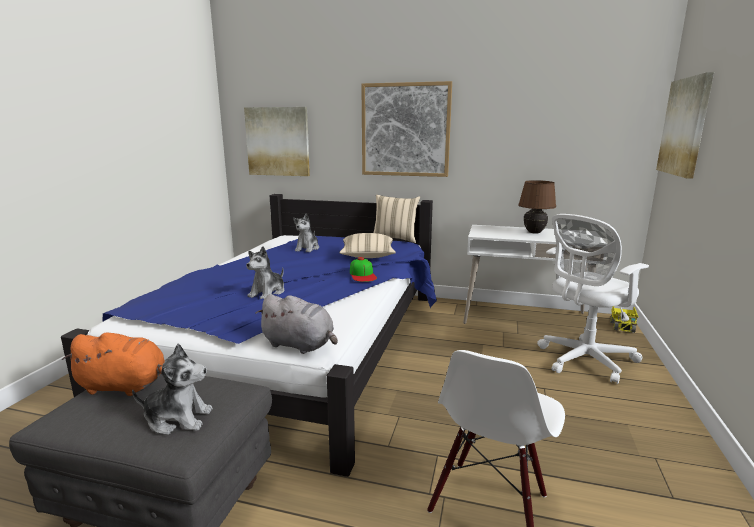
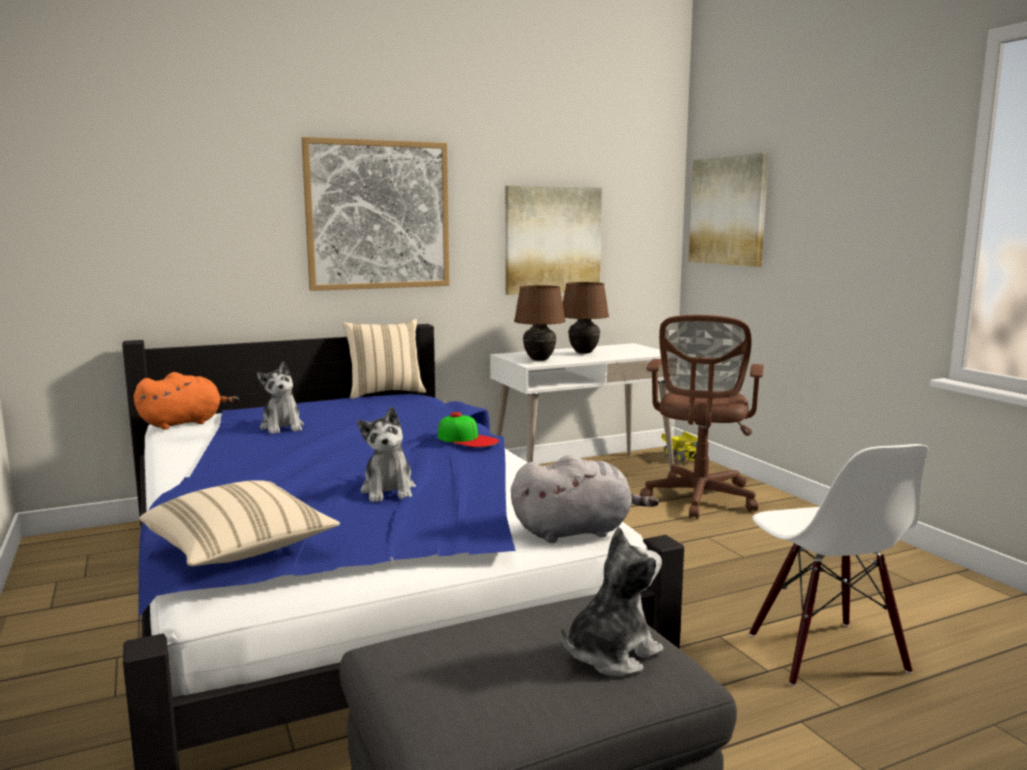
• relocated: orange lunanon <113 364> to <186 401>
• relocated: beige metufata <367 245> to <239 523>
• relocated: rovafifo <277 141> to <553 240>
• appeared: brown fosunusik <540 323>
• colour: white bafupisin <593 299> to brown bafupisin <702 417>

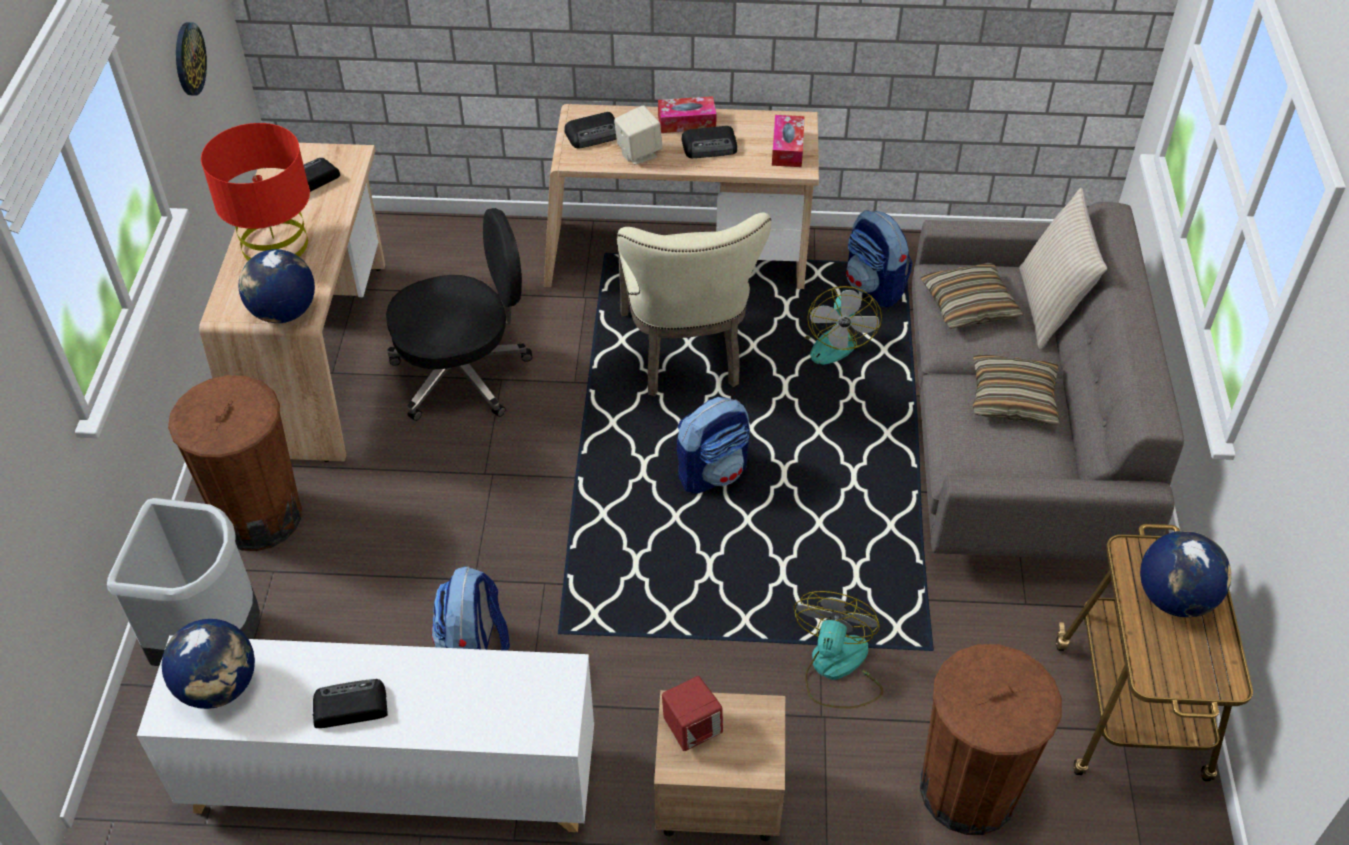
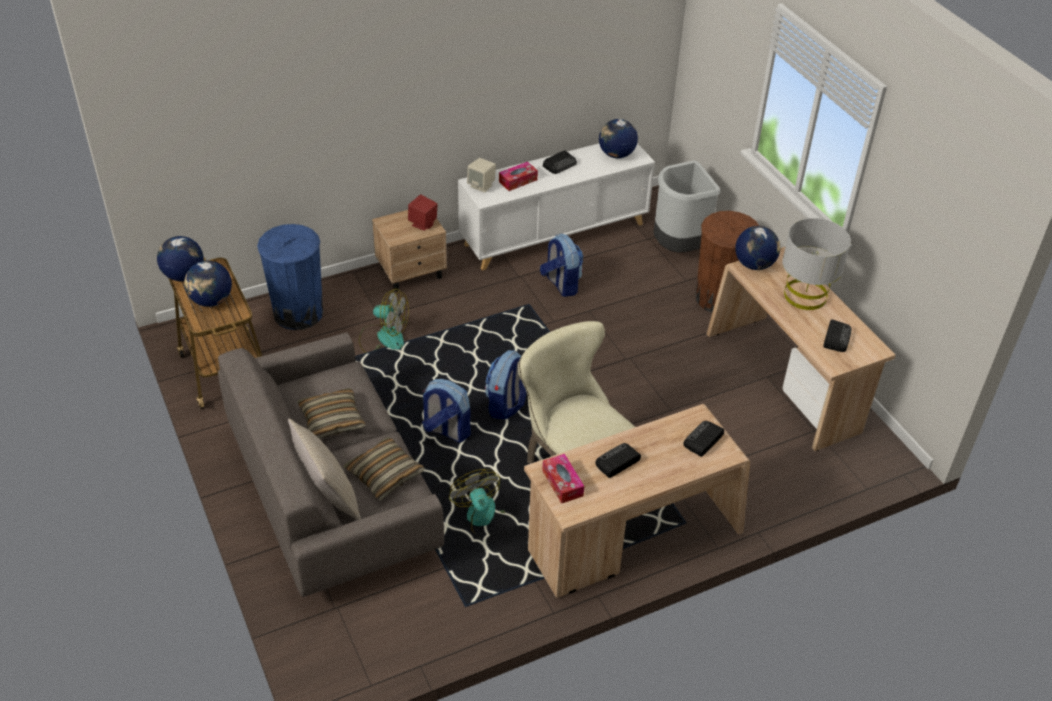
• appeared: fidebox <180 258>
• colour: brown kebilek <991 739> to blue kebilek <290 277>
• spun: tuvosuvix <838 650> = <384 321> 60 degrees counterclockwise
• relocated: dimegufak <879 258> to <446 411>
• relocated: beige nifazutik <638 135> to <481 175>
• relocated: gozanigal <687 114> to <518 176>
• colour: red fosunusik <255 192> to grey fosunusik <816 264>
• missing: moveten <191 58>
• missing: black bafupisin <459 314>

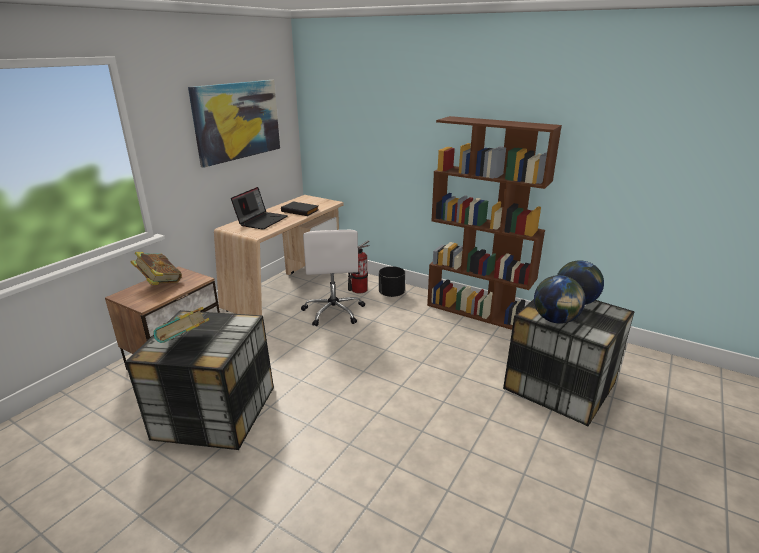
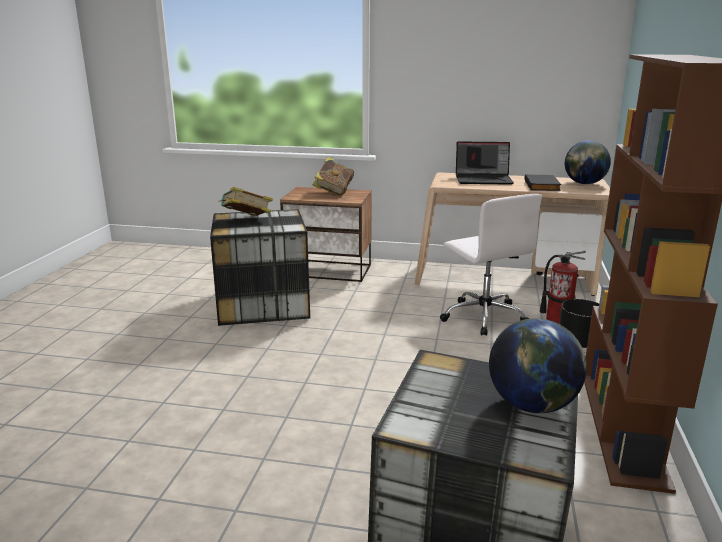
• spun: white bafupisin <333 278> = <491 265> 90 degrees counterclockwise
• relocated: fidebox <559 299> to <588 162>
• missing: rovafifo <234 124>

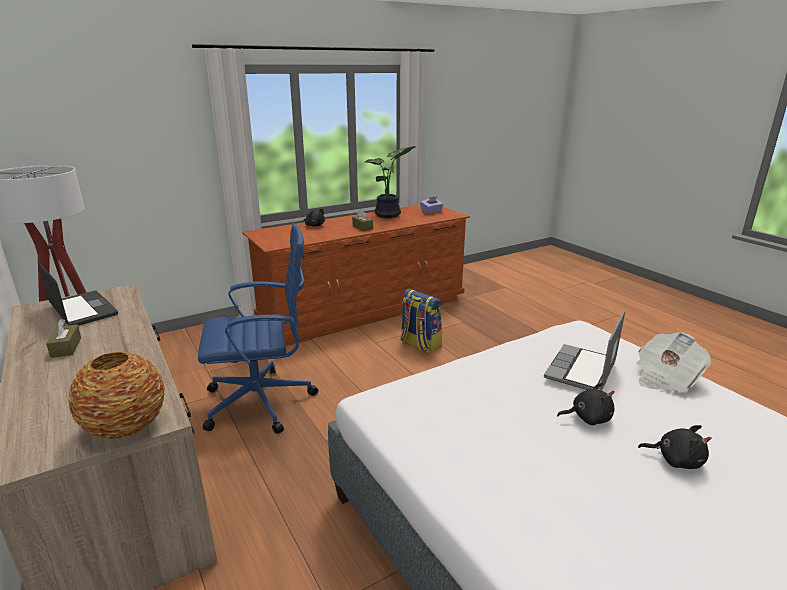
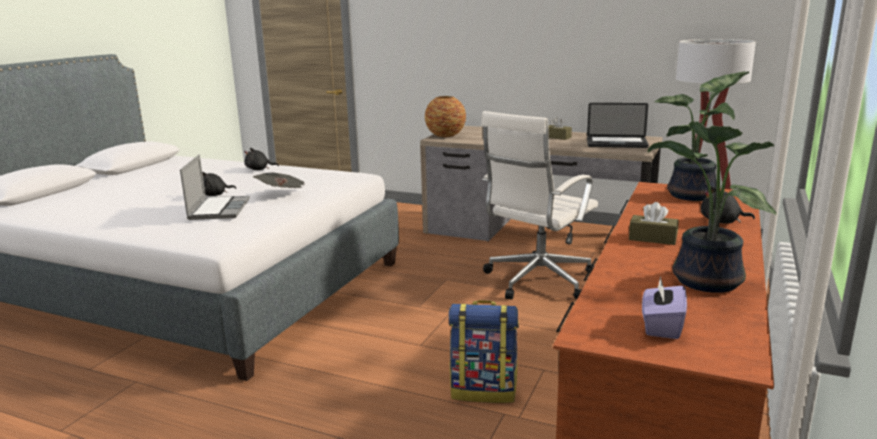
• relocated: black lunanon <675 447> to <261 159>
• relocated: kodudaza <674 362> to <279 180>
• colour: blue bafupisin <258 328> to white bafupisin <539 205>
• appeared: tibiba <701 136>

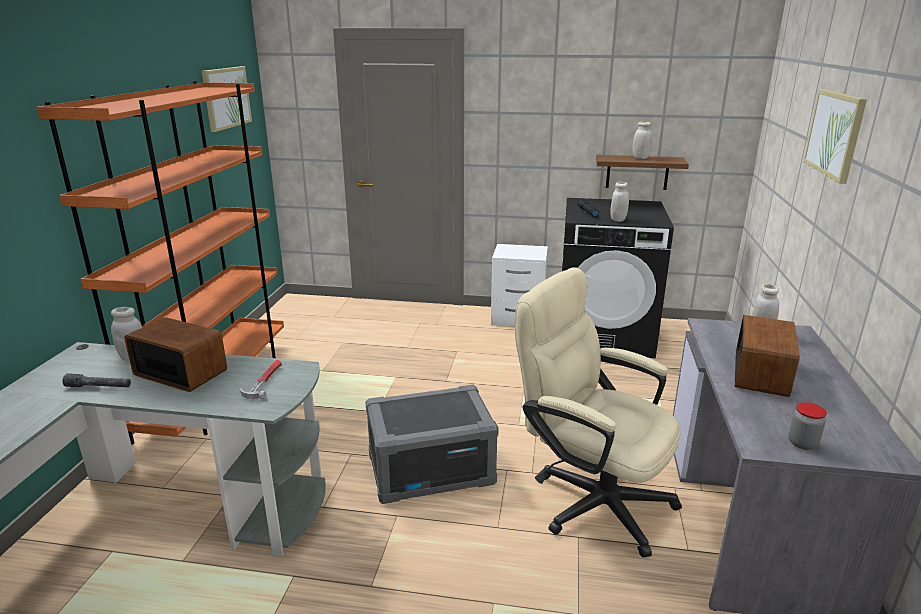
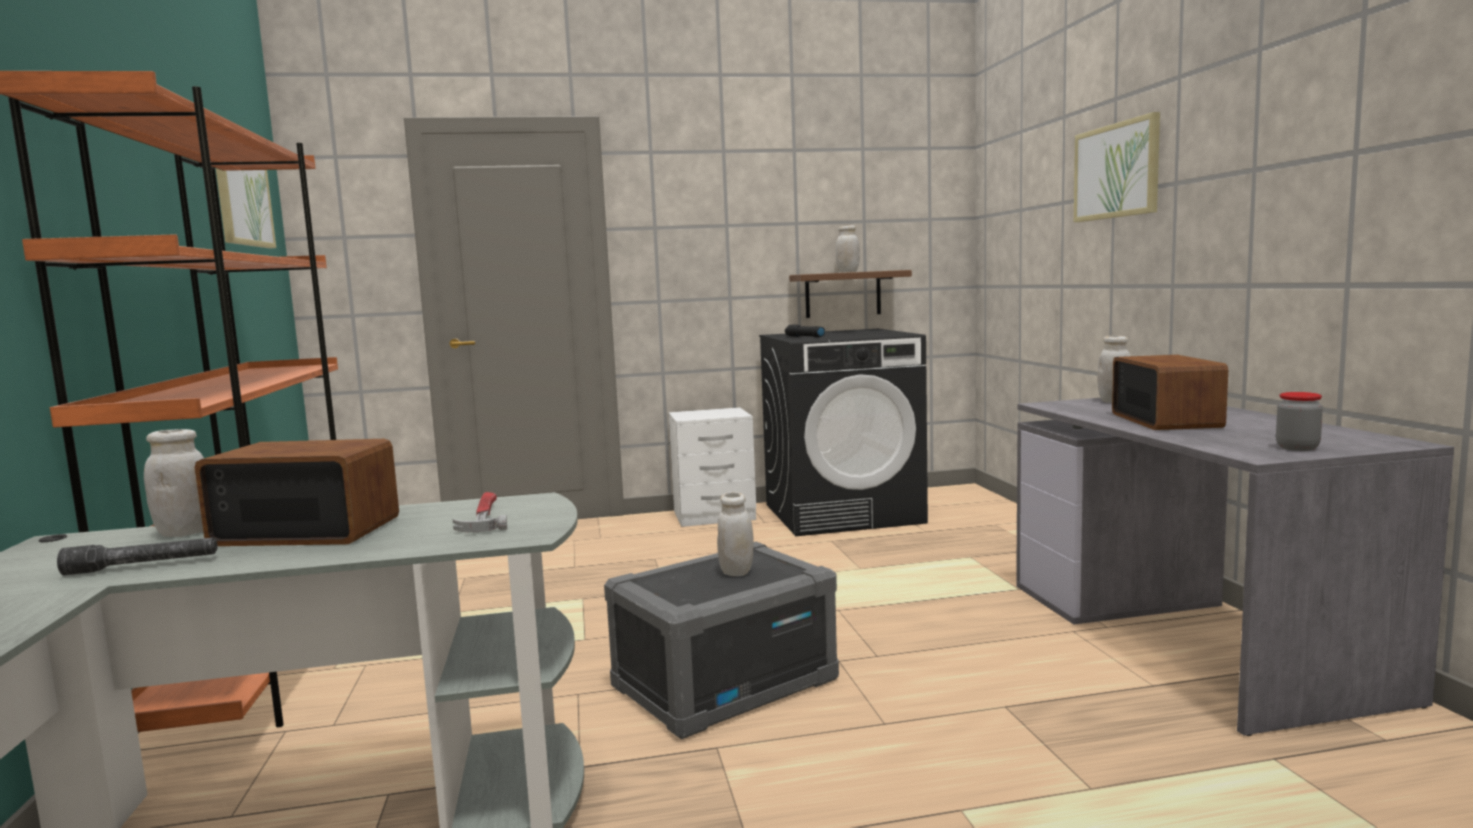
• relocated: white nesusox <620 202> to <735 534>
• missing: beige bafupisin <598 413>

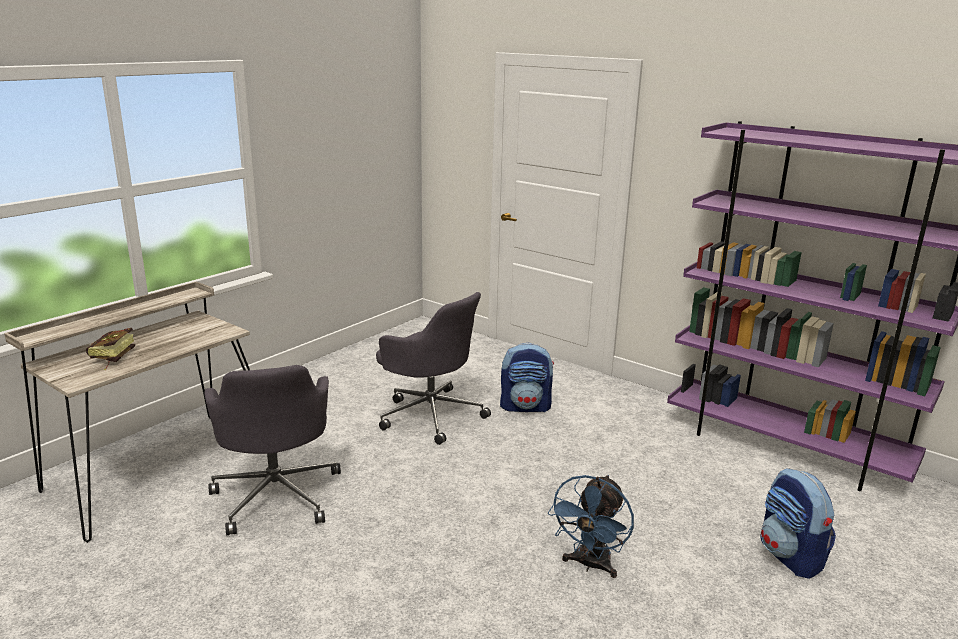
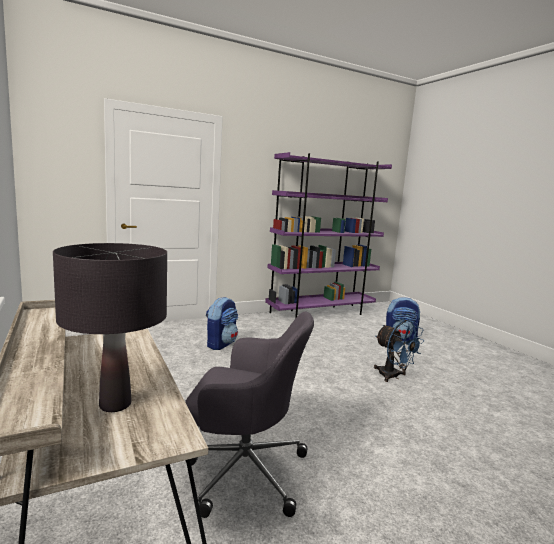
• exchanged: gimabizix <110 349> to black fosunusik <110 327>
• missing: grey bafupisin <433 368>

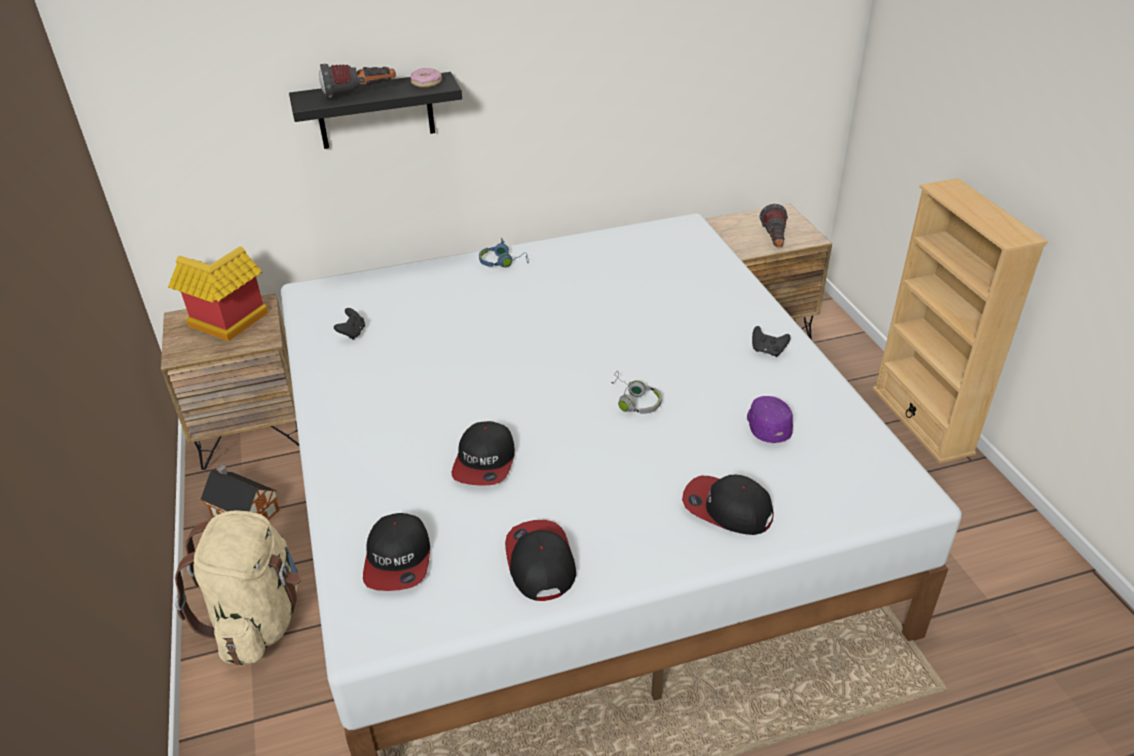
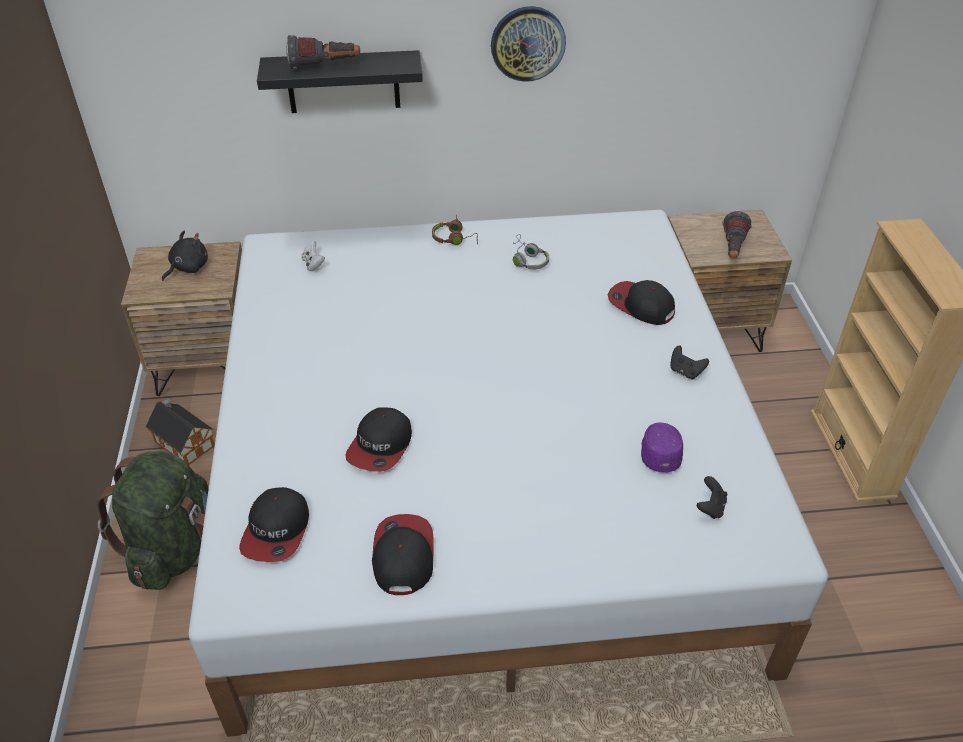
• colour: beige dimegufak <238 587> to green dimegufak <153 520>
• exchanged: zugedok <218 293> to black lunanon <185 256>
• appeared: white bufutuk <313 255>
• colour: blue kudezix <504 252> to brown kudezix <455 230>
• appeared: moveten <528 44>
• relocated: grey kudezix <636 392> to <530 252>
• relocated: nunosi <728 505> to <641 302>
• relocated: black bufutuk <349 324> to <712 497>
• missing: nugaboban <426 78>

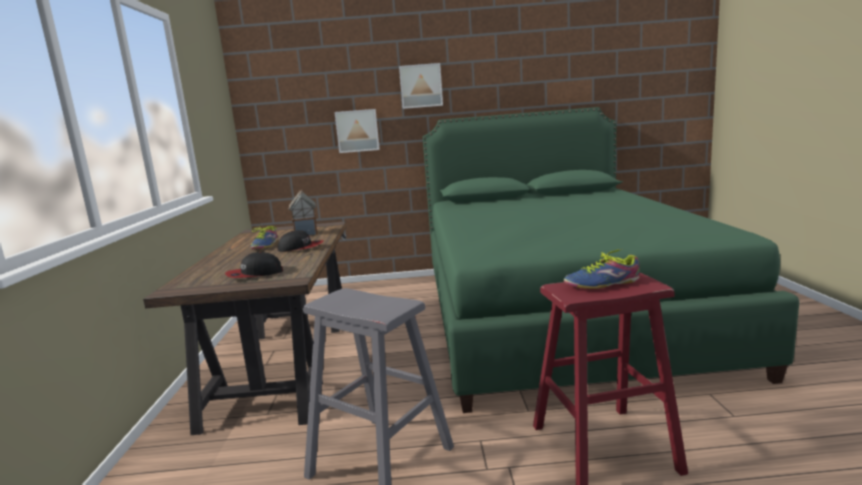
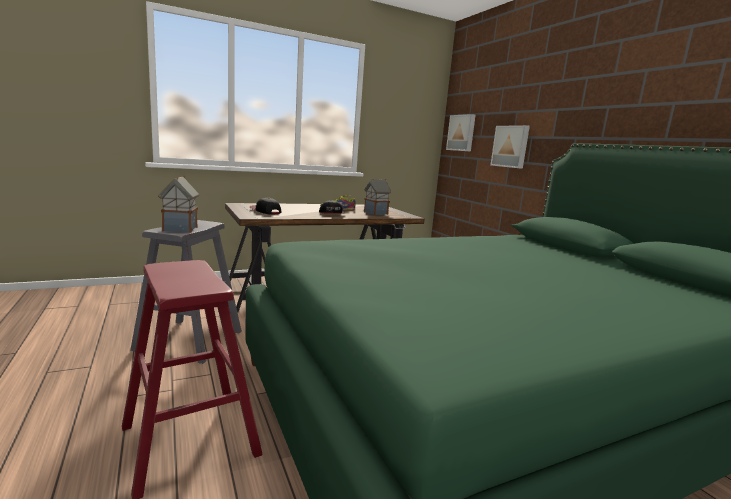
• appeared: zugedok <178 204>
• relocated: rovafifo <421 86> to <461 132>
• missing: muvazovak <602 269>

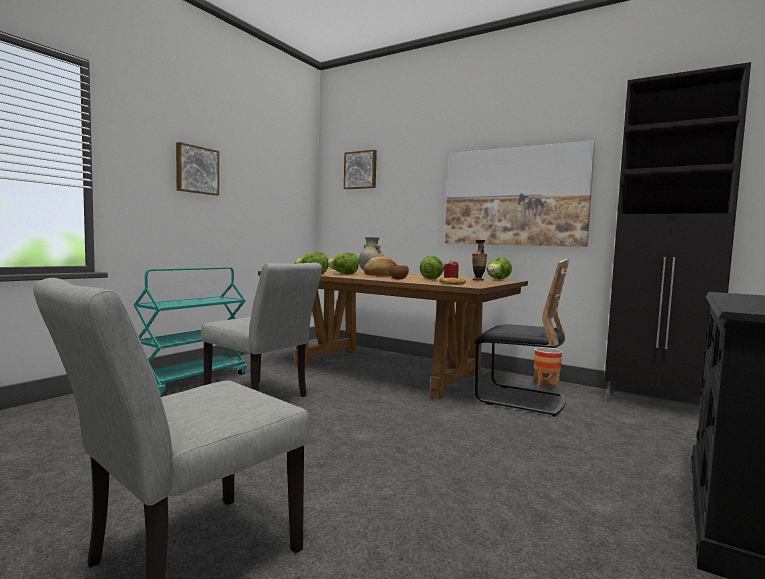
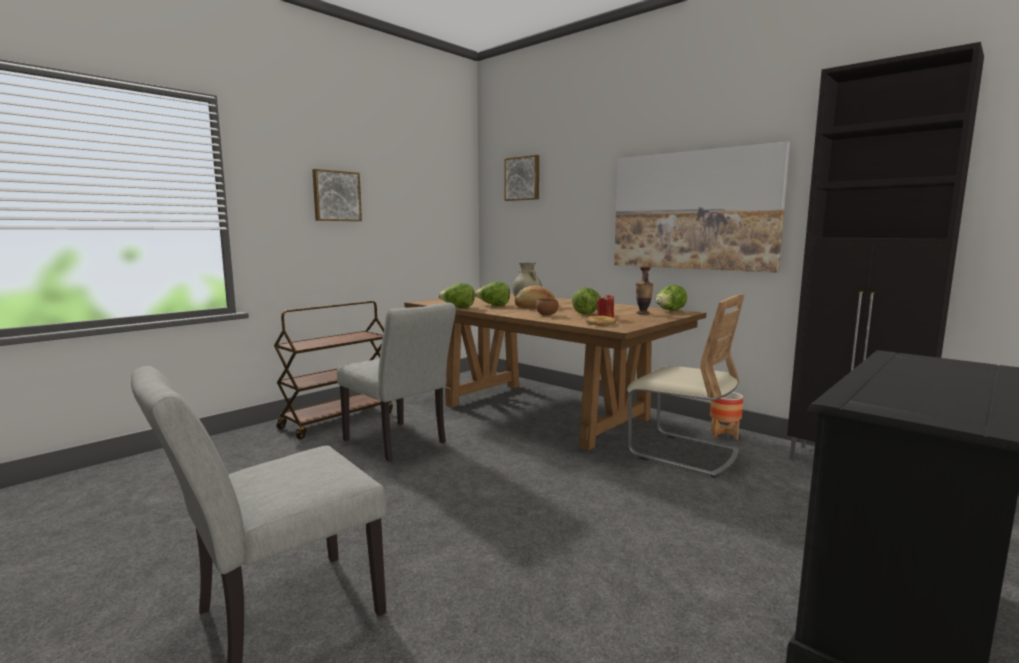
• colour: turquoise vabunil <190 332> to brown vabunil <333 370>
• colour: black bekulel <522 338> to beige bekulel <686 386>

